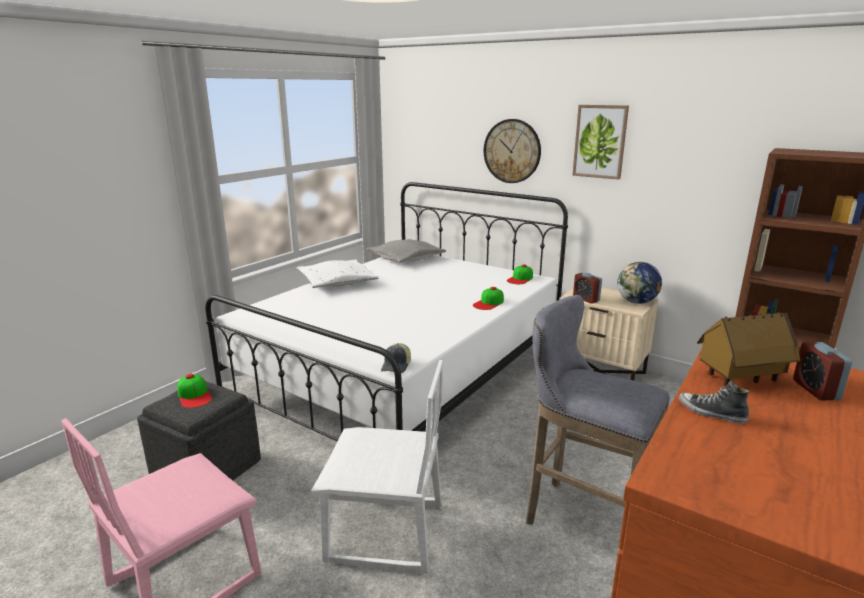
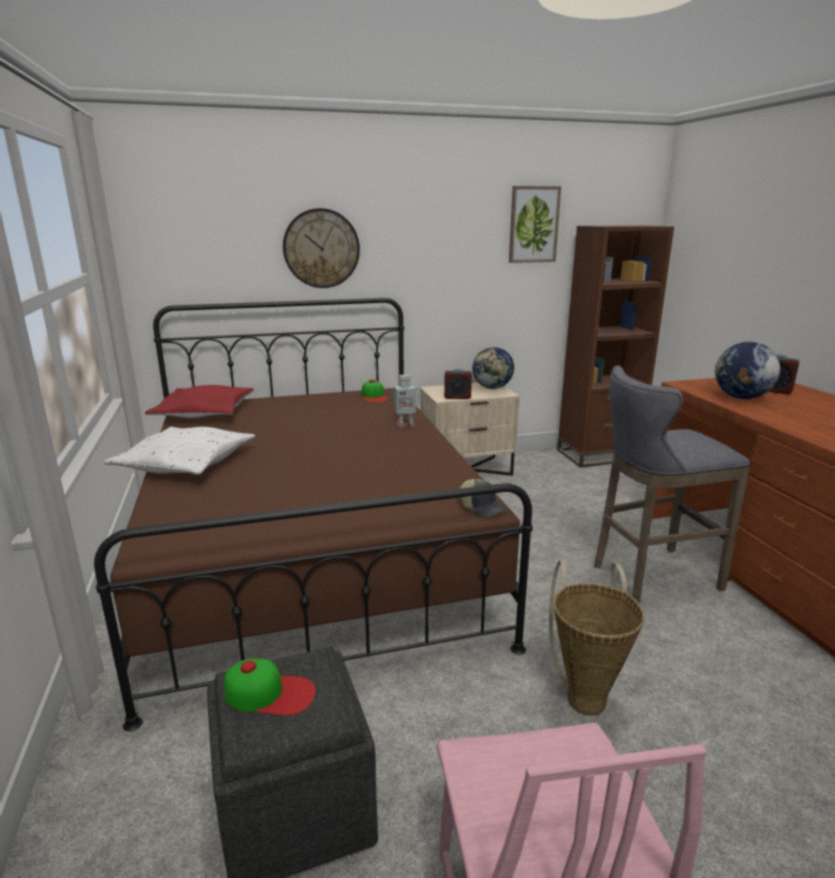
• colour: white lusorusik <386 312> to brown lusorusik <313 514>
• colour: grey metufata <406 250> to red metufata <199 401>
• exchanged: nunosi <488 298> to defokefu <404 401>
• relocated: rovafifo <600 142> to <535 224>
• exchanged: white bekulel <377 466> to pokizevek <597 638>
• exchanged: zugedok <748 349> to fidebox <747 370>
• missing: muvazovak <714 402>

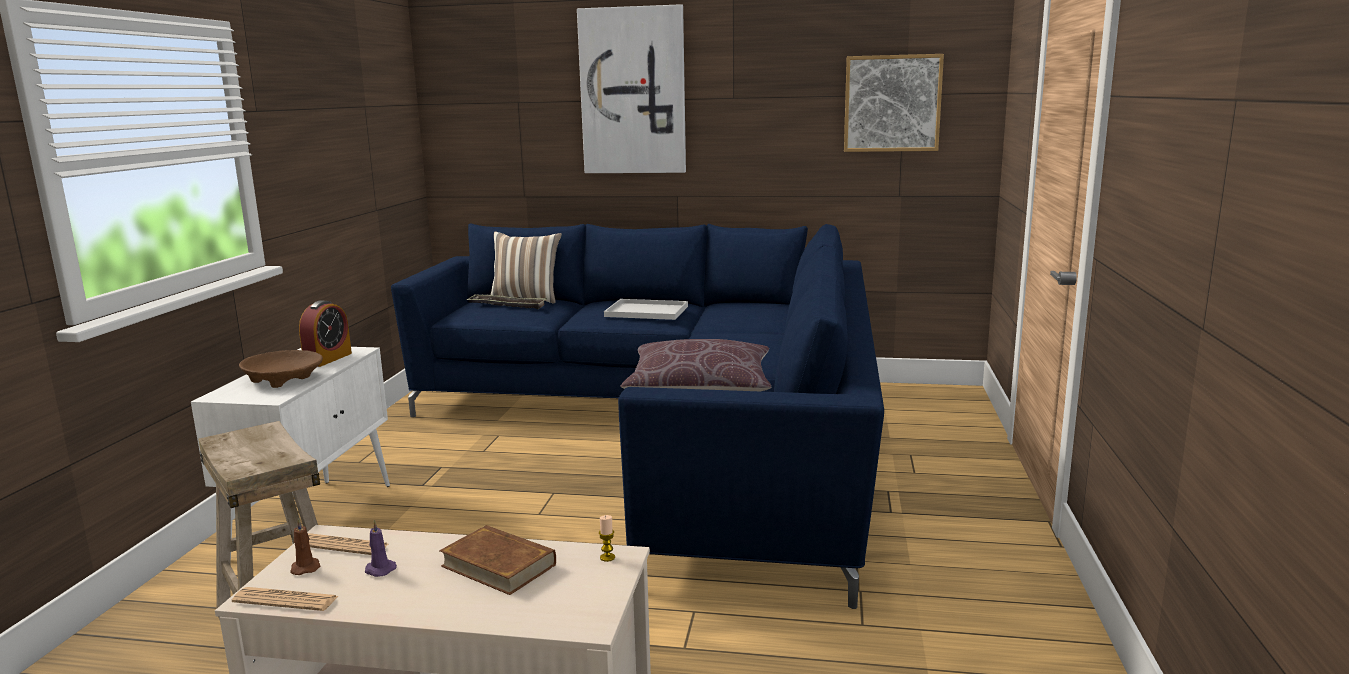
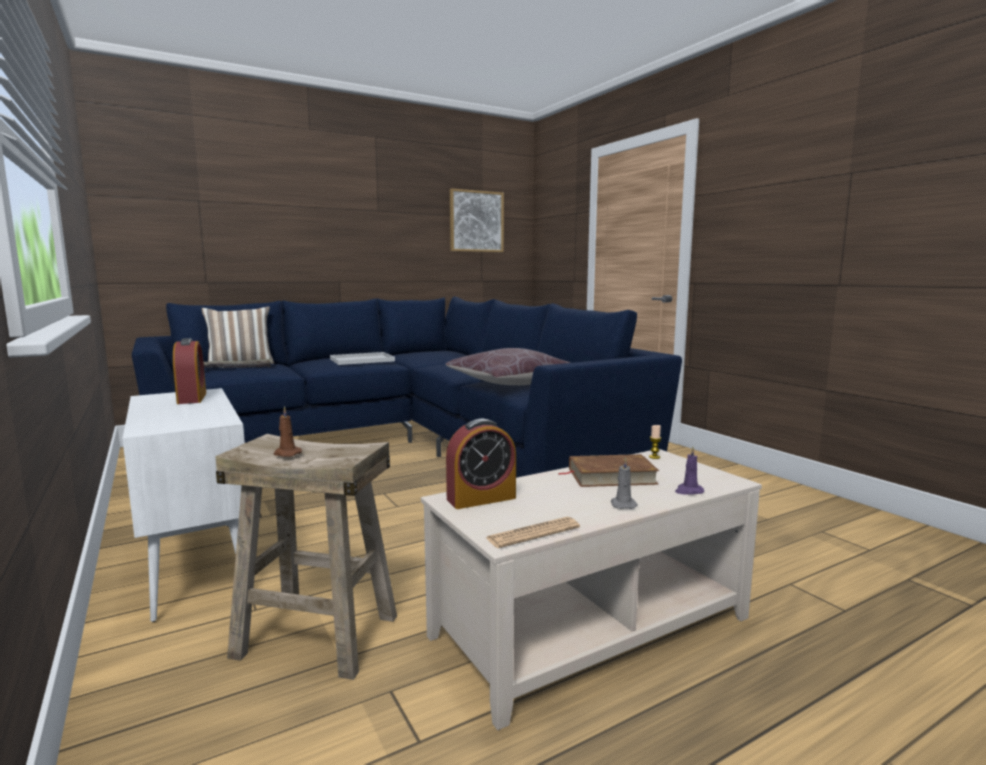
• relocated: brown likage <305 546> to <288 431>
• exchanged: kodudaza <348 544> to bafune <481 464>
• appeared: grey likage <624 483>
• relocated: purple likage <381 548> to <689 470>
• missing: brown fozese <281 369>
• missing: rovafifo <631 88>

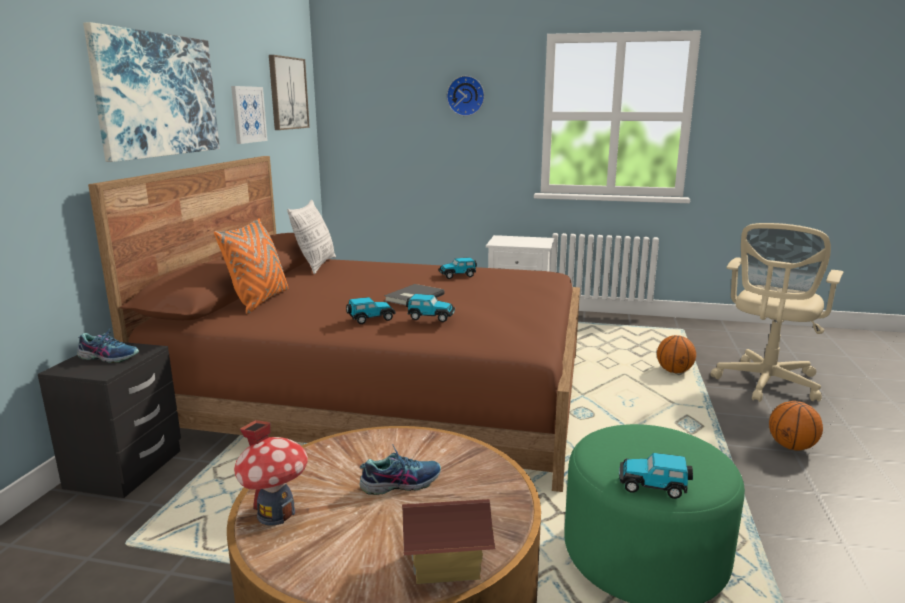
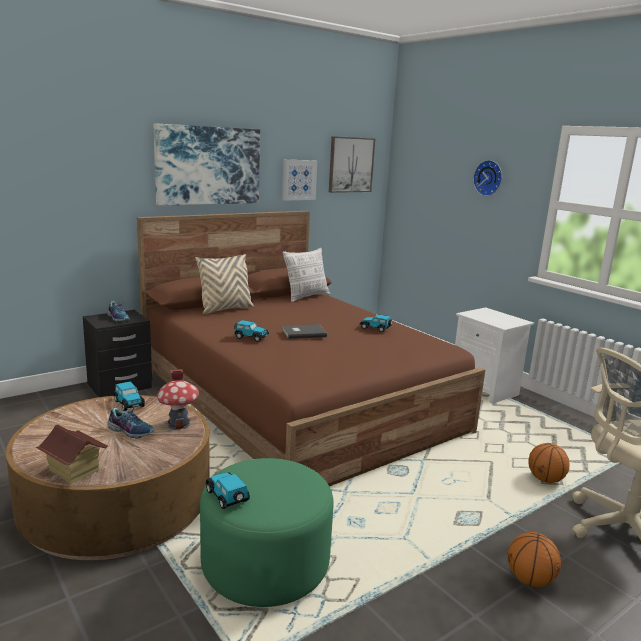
• relocated: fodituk <430 308> to <129 396>
• relocated: zugedok <271 472> to <178 399>
• colour: orange metufata <251 266> to beige metufata <225 284>

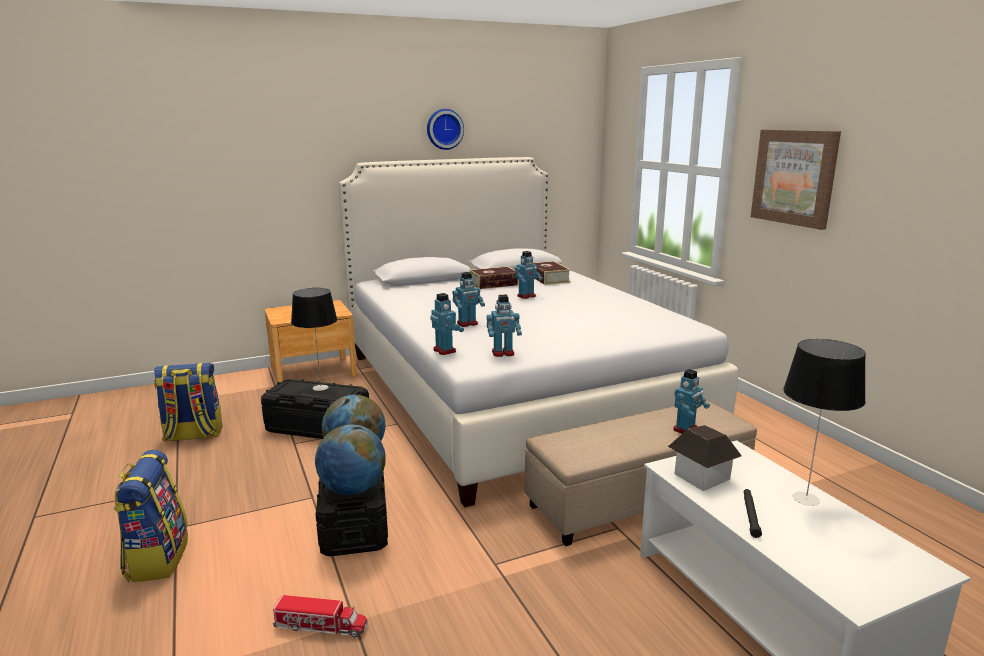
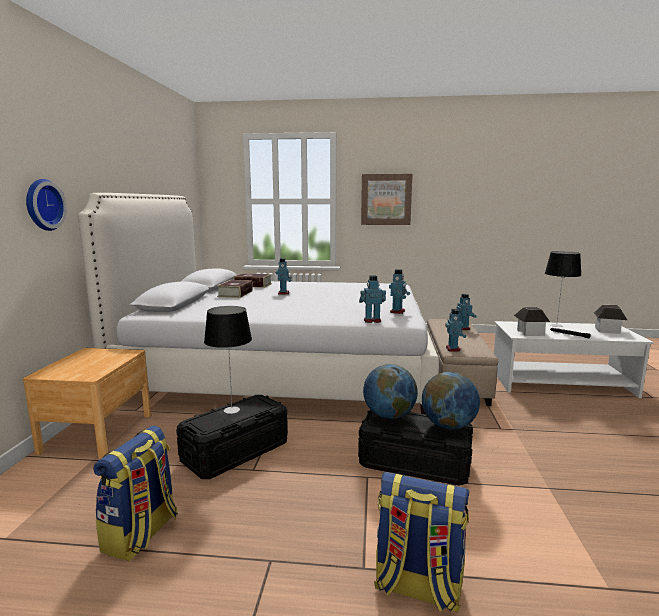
• relocated: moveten <445 129> to <46 205>
• relocated: defokefu <468 299> to <455 330>
• appeared: zugedok <610 319>
• missing: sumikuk <320 616>

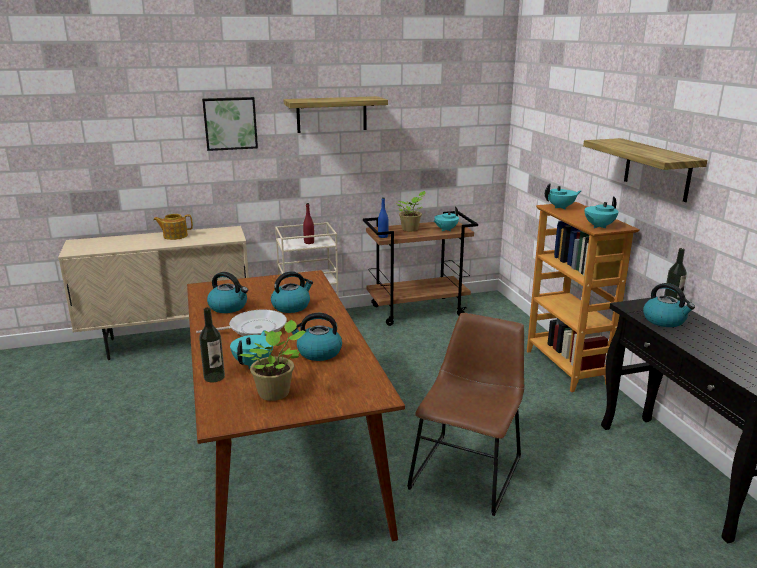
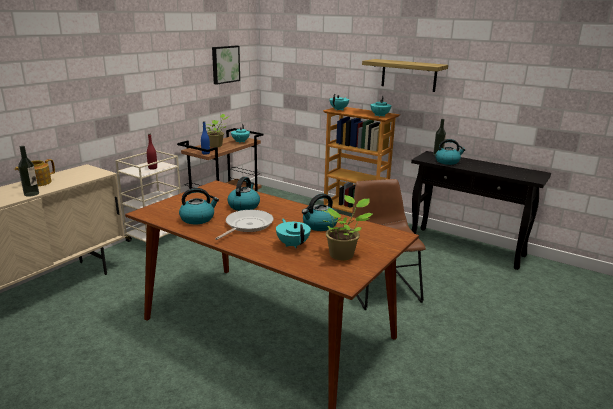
• relocated: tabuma <212 345> to <28 171>
• relocated: rovafifo <230 124> to <226 65>
• missing: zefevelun <336 114>

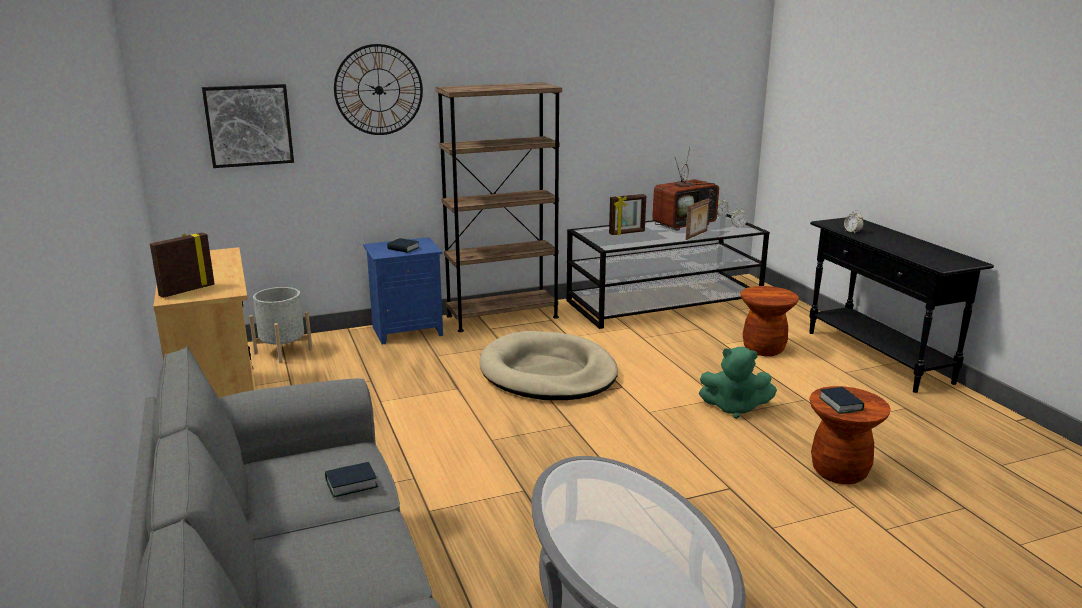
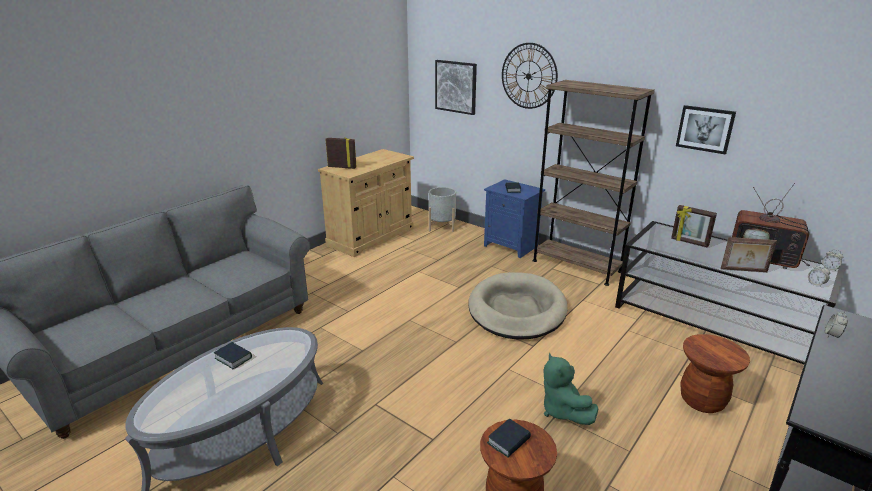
• relocated: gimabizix <351 479> to <233 355>
• appeared: rovafifo <706 129>

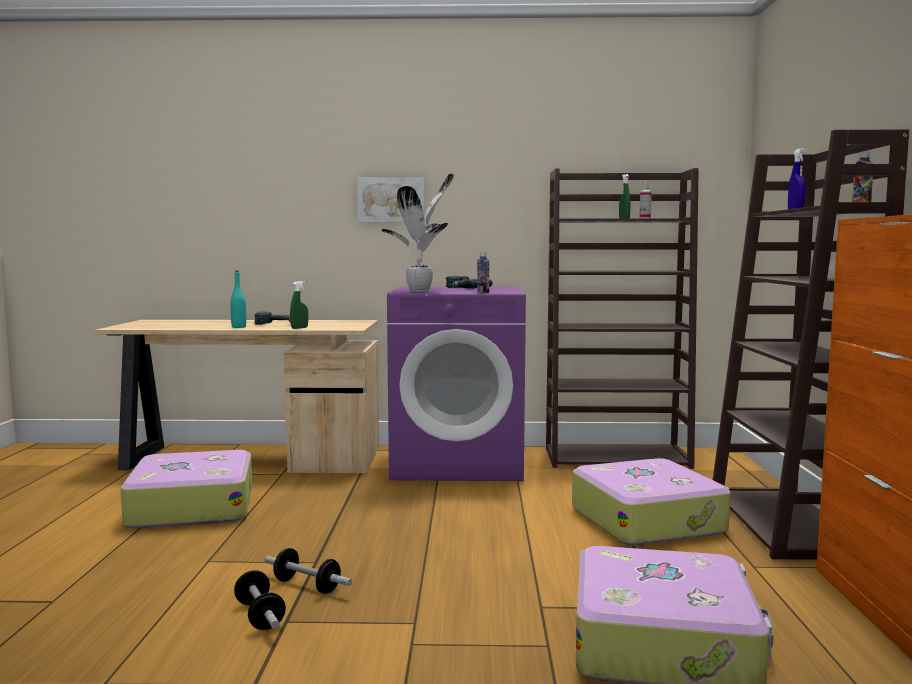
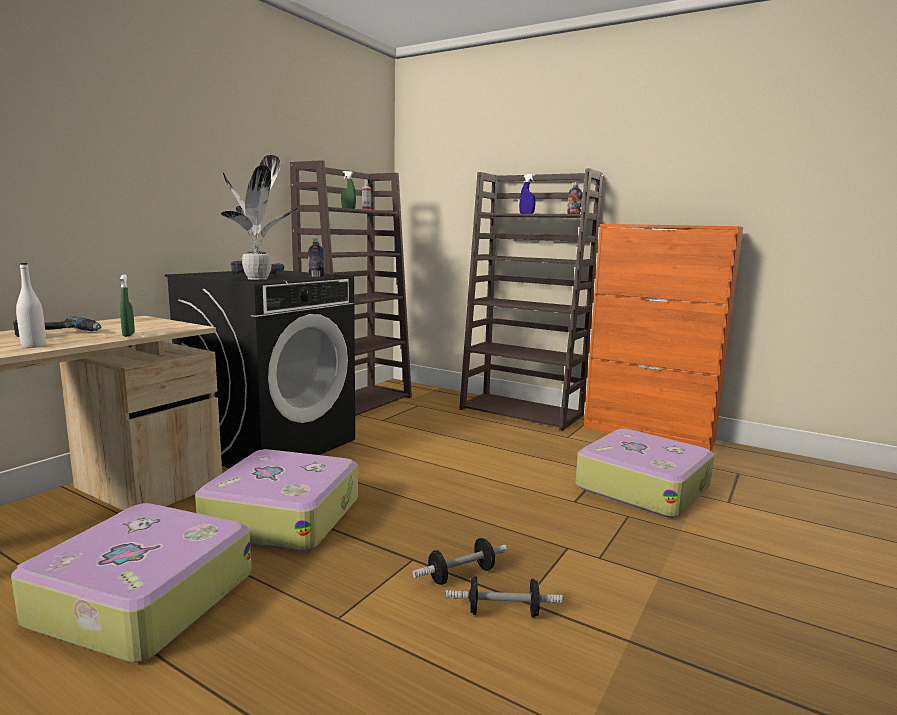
• colour: turquoise tabuma <238 299> to white tabuma <31 305>
• colour: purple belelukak <456 383> to black belelukak <260 369>
• relocated: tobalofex <651 502> to <276 500>
• missing: rovafifo <390 199>

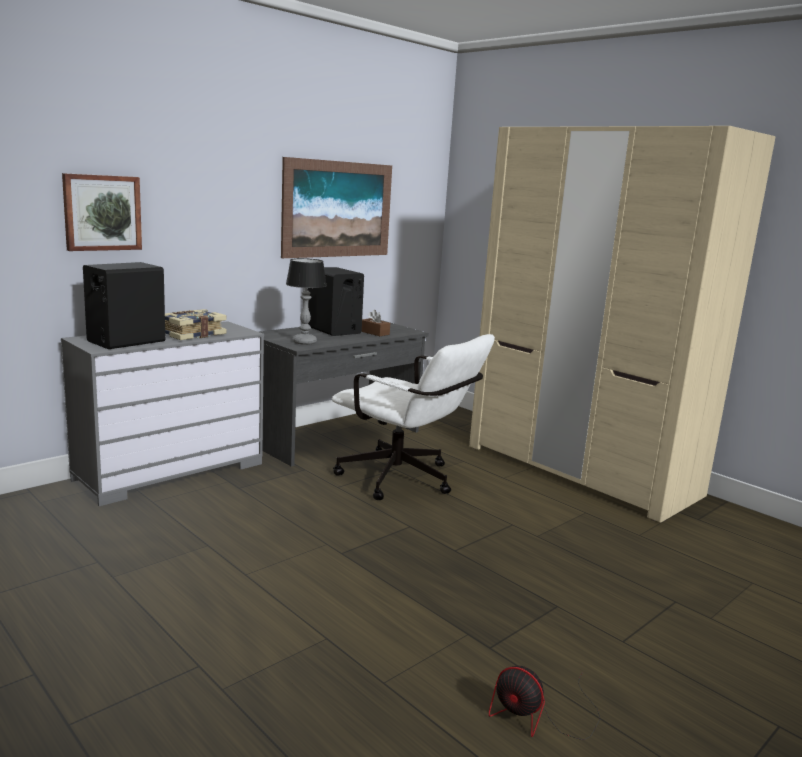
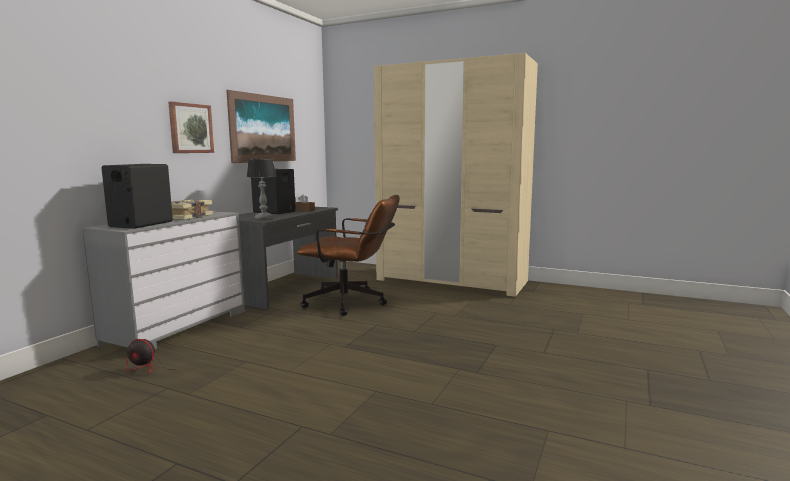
• relocated: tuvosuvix <544 703> to <160 356>
• relocated: rovafifo <102 212> to <191 127>
• colour: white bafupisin <413 417> to brown bafupisin <348 255>

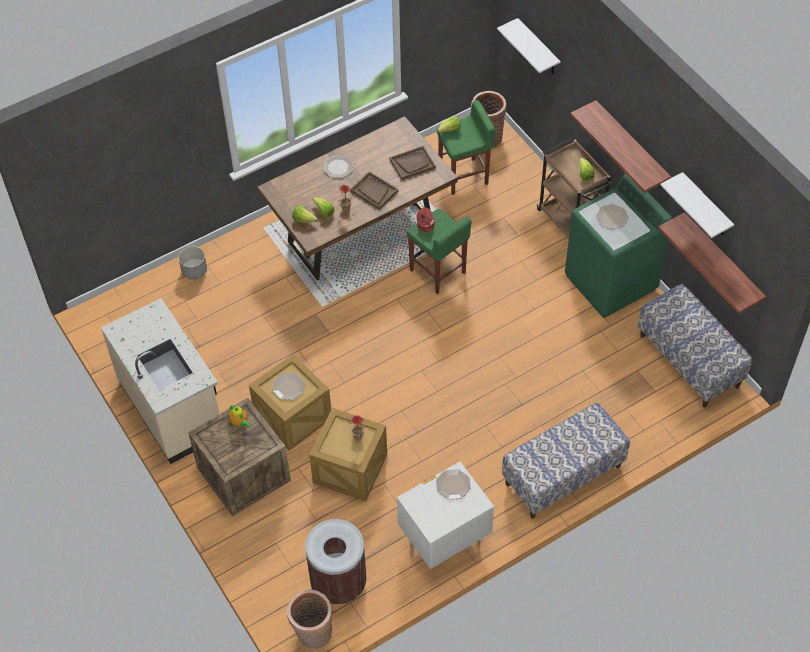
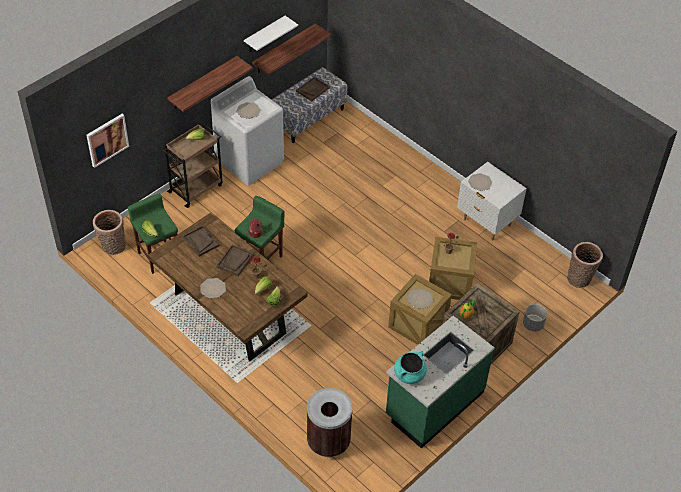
• exchanged: white zefevelun <529 46> to rovafifo <107 141>
• colour: green belelukak <618 246> to white belelukak <247 131>
• appeared: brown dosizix <313 89>
• relocated: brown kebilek <335 562> to <330 422>
• colour: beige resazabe <160 381> to green resazabe <440 382>
• appeared: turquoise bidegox <410 368>
• relocated: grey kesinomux <192 263> to <535 317>
• missing: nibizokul <566 461>

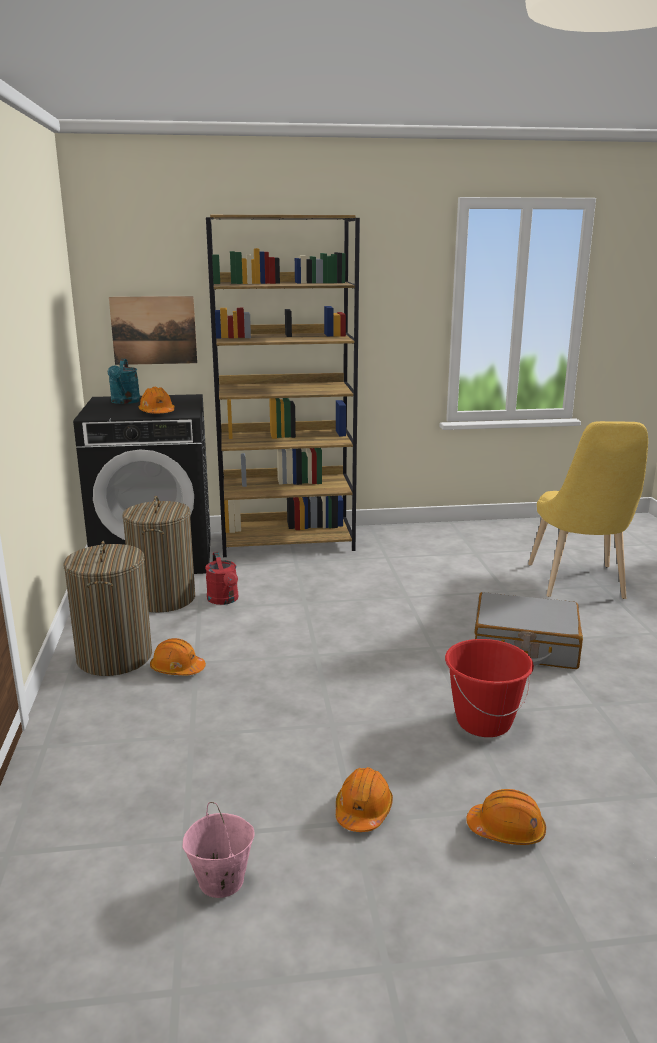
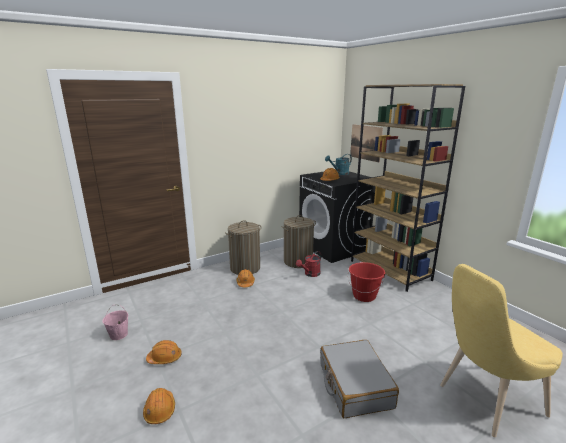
• relocated: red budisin <489 688> to <366 282>

